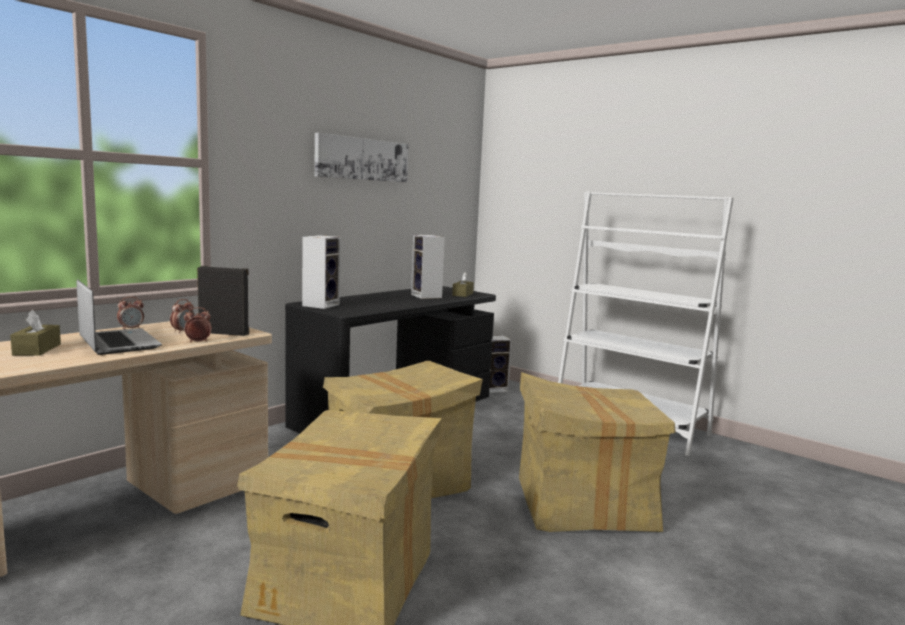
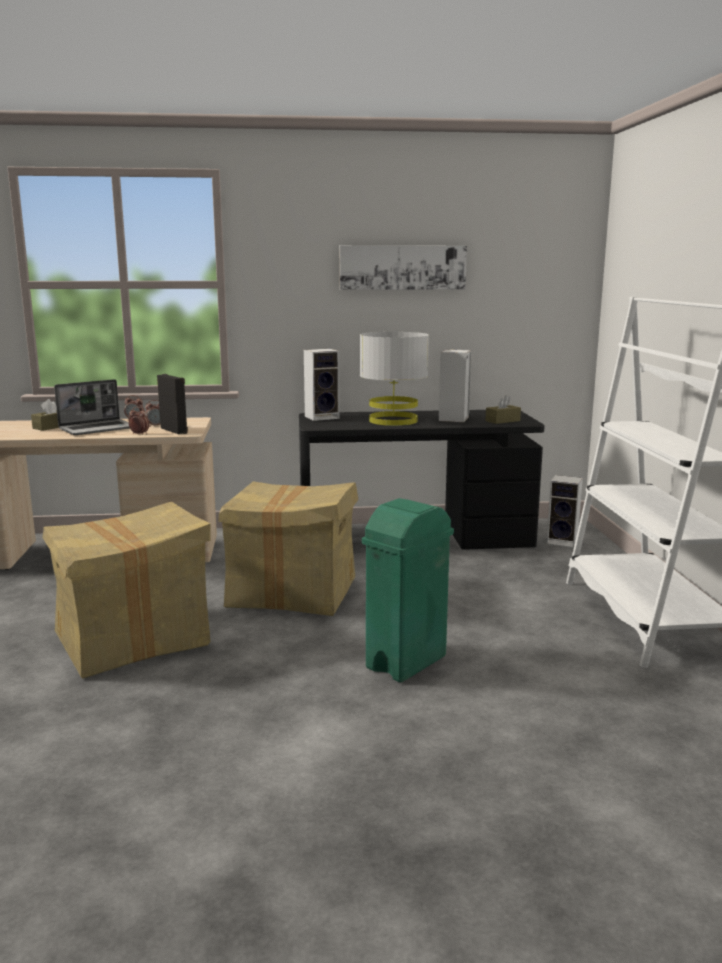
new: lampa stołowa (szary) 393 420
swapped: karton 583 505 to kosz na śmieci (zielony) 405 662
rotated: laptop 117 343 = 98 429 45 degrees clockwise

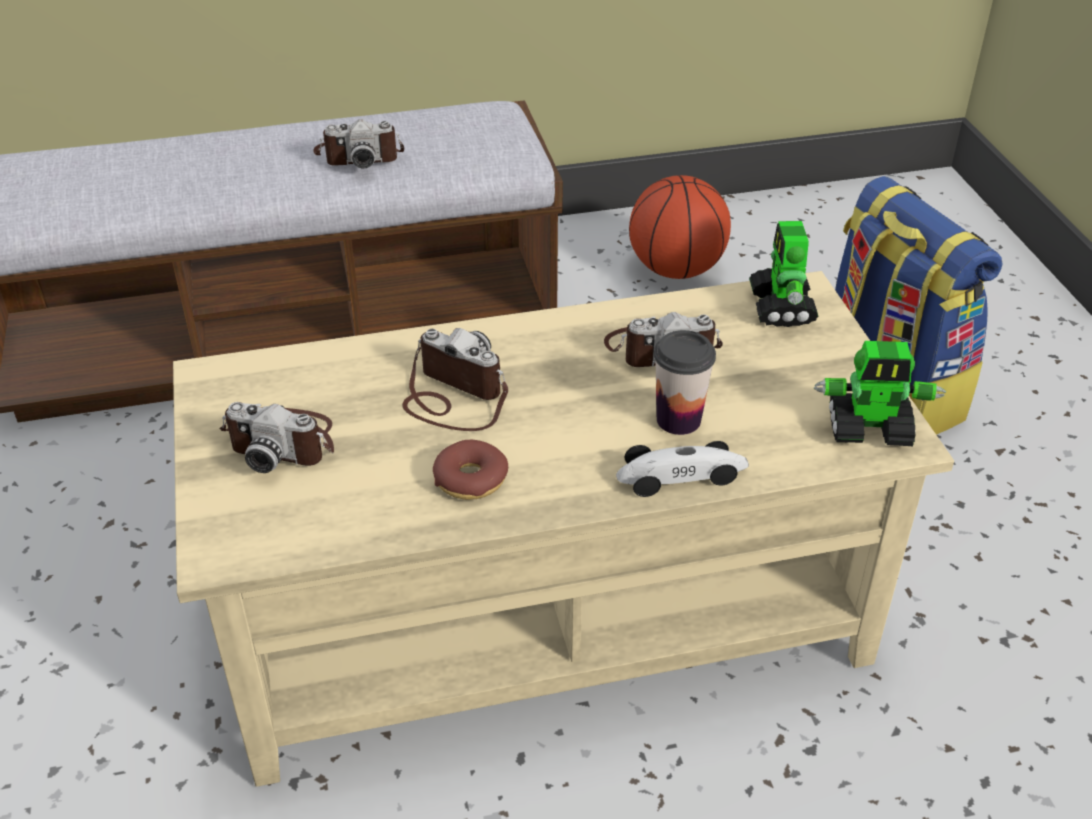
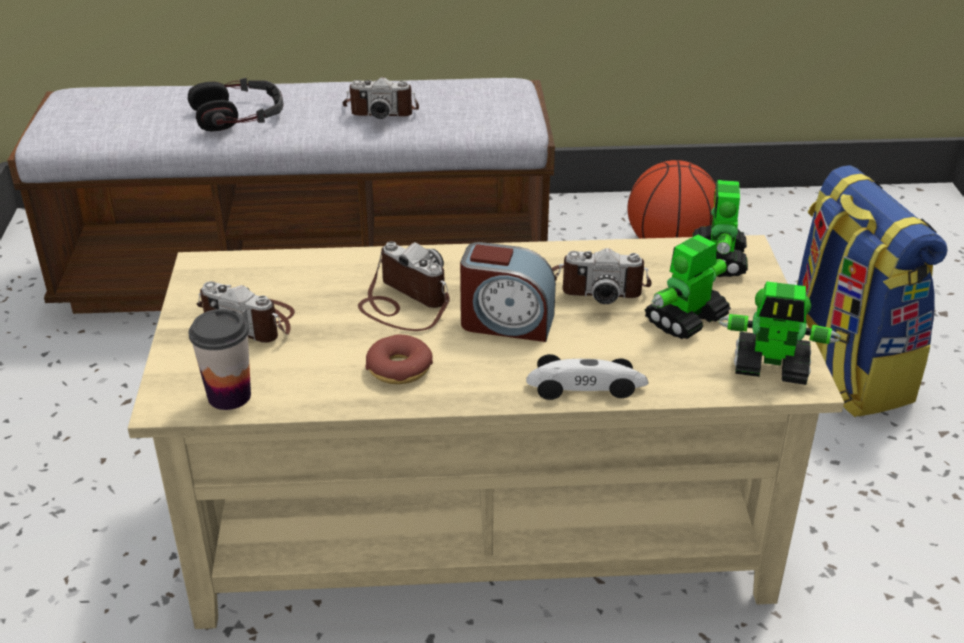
new: słuchawki 238 115; budzik 506 323; robot zabawkowy 685 320
shifted: filiżanka 678 420 to 229 396

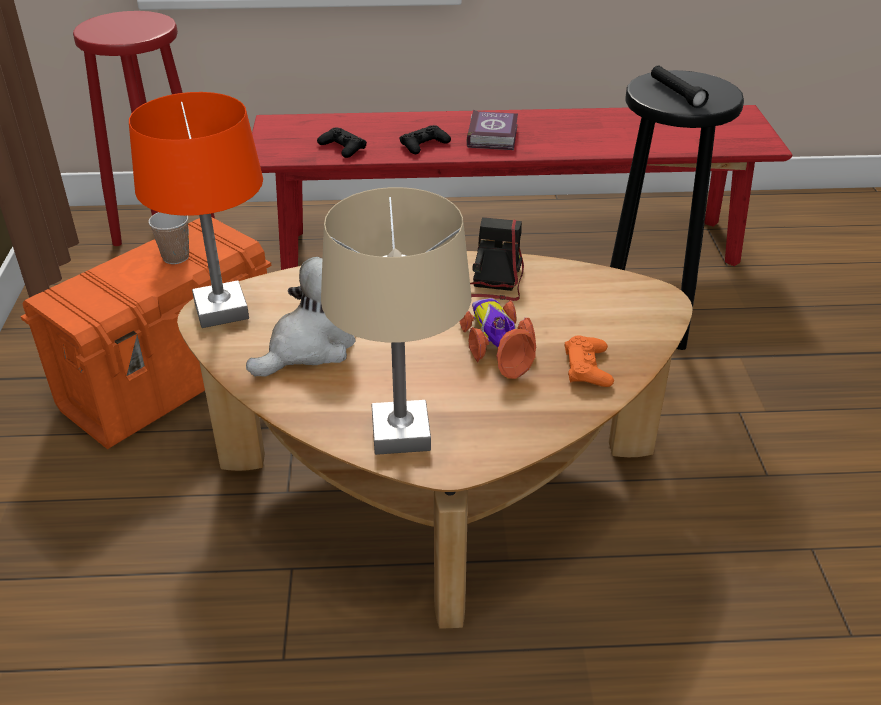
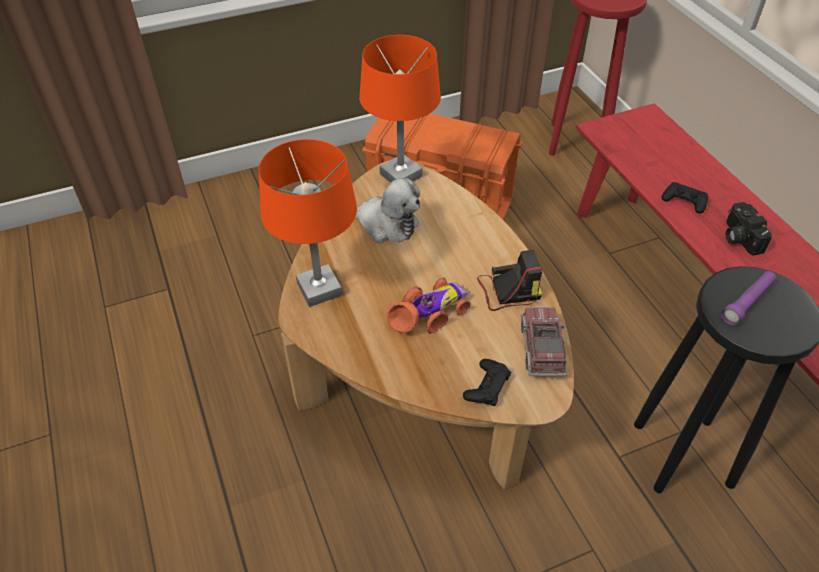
gone: filiżanka 176 257; pad do gier (pomarańczowy) 587 367
new: ciężarówka zabawkowa 542 349
shifted: pad do gier (czarny) 342 147 to 487 386
swapped: książka 494 135 to aparat fotograficzny 738 237
repainted: lampa stołowa (beżowy) 400 434 to lampa stołowa (pomarańczowy) 319 289; latarka (czarny) 676 94 to latarka (fioletowy) 747 302

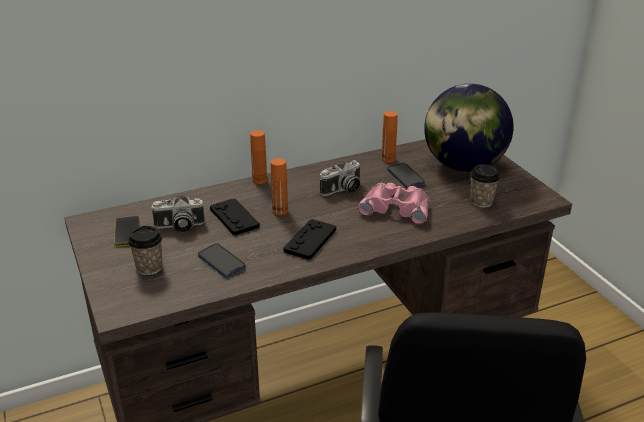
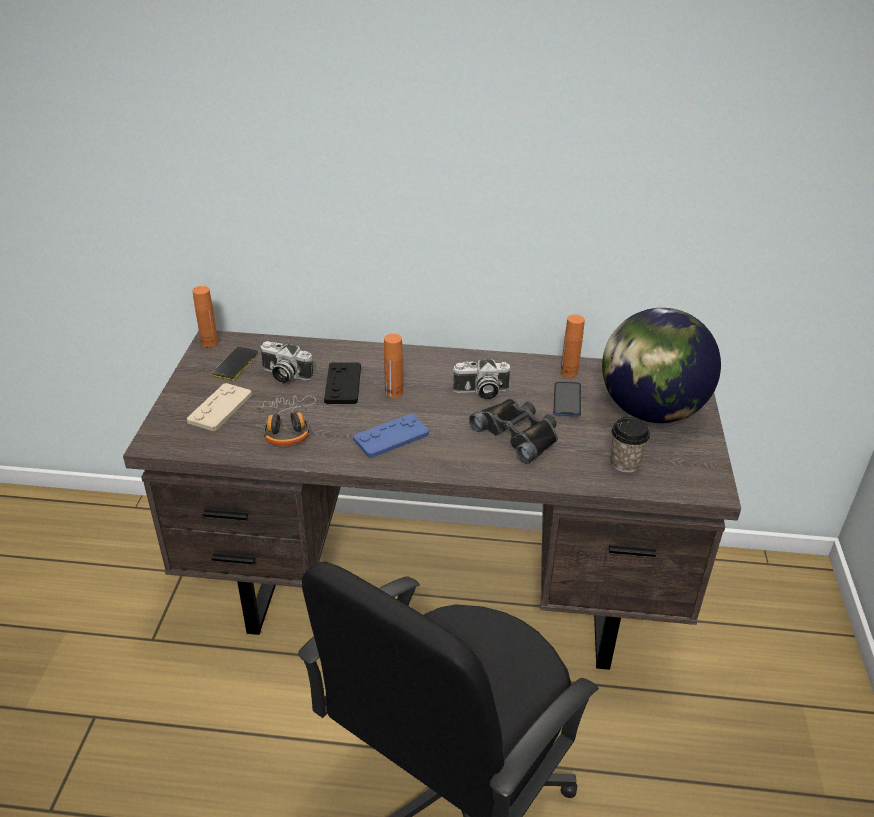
shifted: butelka (pomarańczowy) 259 180 to 209 342
swapped: filiżanka 149 267 to pad do gier (beżowy) 220 408; telefon 221 261 to słuchawki 286 427
repainted: pad do gier (czarny) 310 240 to pad do gier (niebieski) 391 437; lornetka (różowy) 396 207 to lornetka (czarny) 518 434

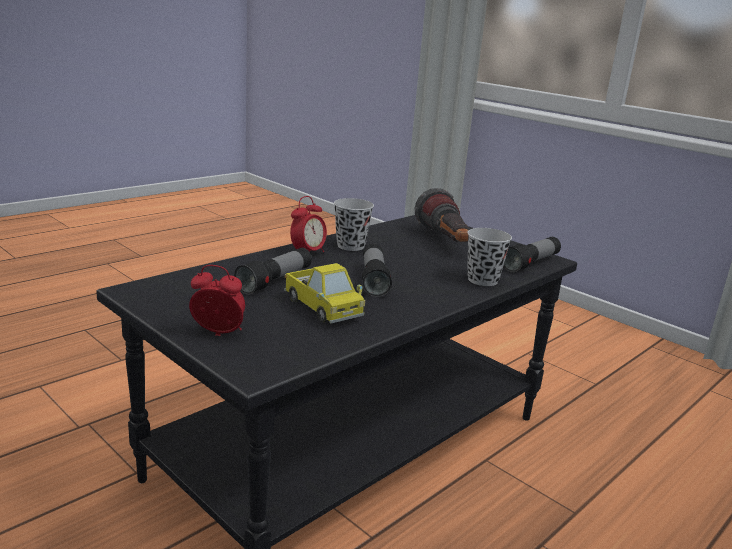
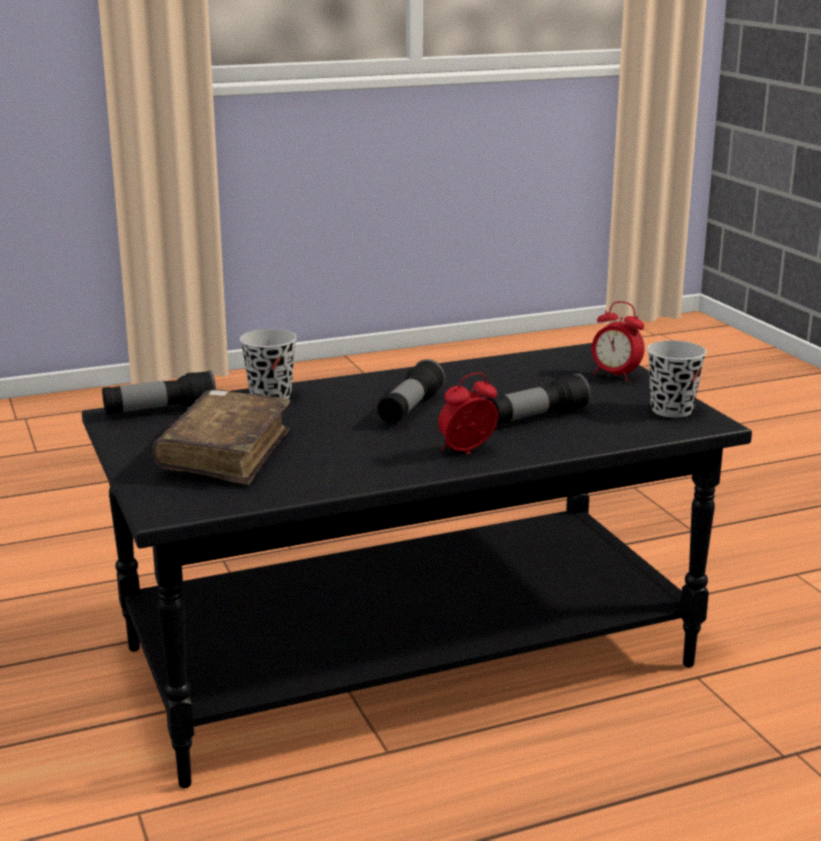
gone: ciężarówka zabawkowa 322 308
shifted: filiżanka (czarny) 350 246 to 671 410
swapped: latarka 444 242 to książka (brązowy) 226 453

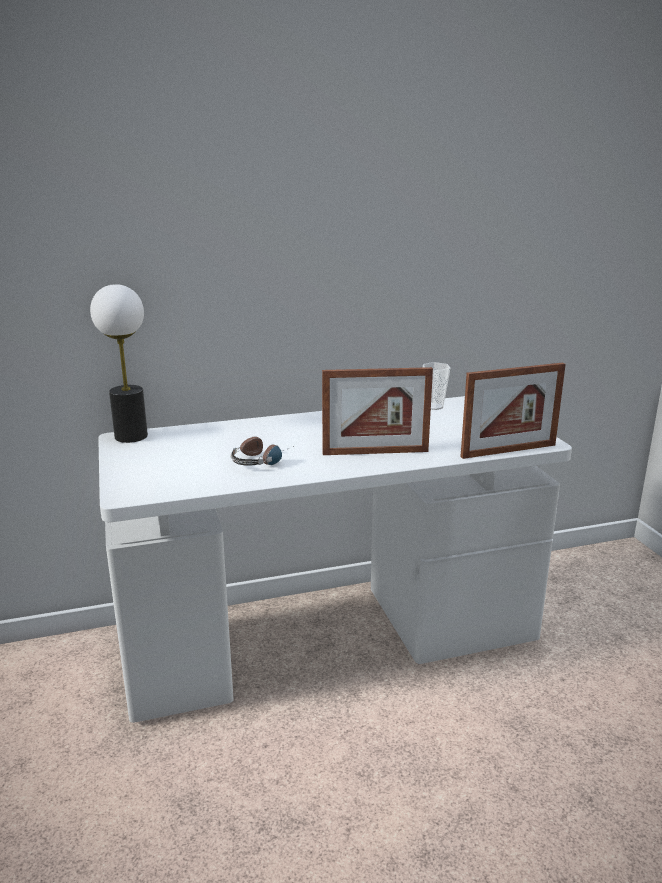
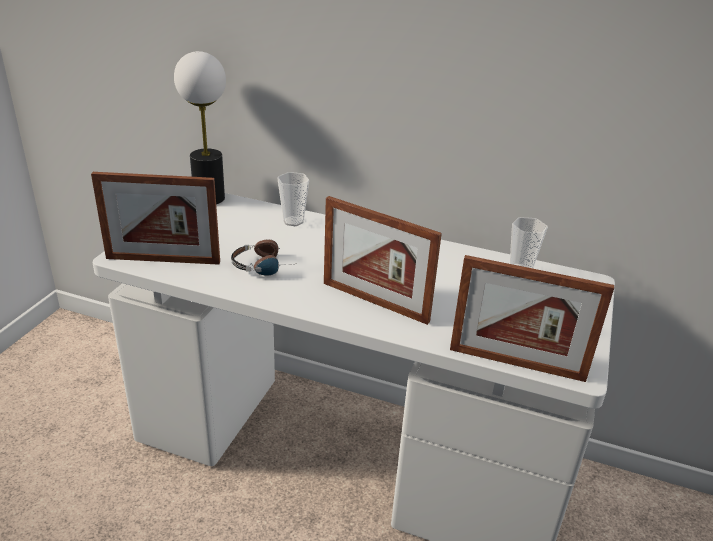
new: ramka na zdjęcie 163 260; filiżanka 293 221

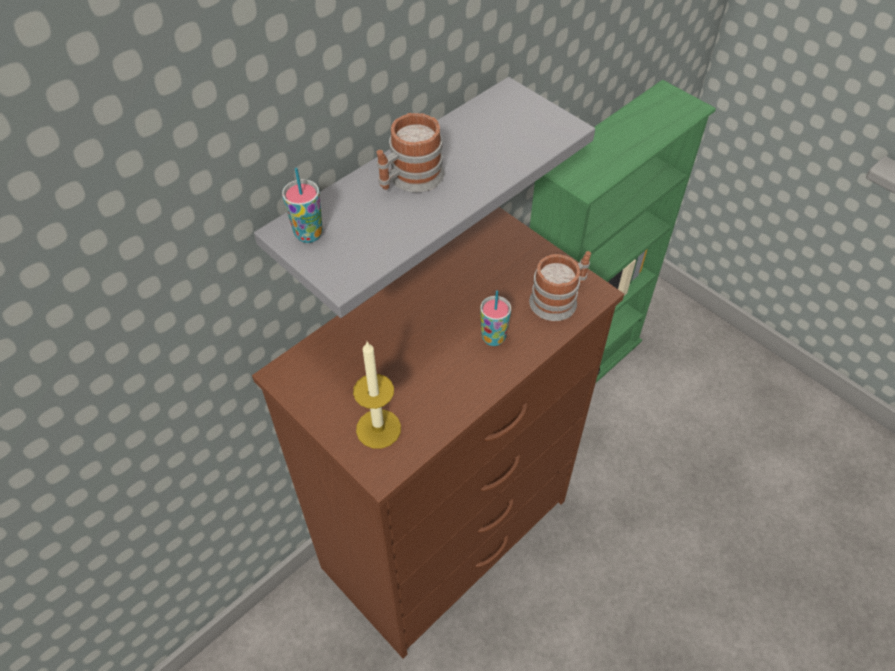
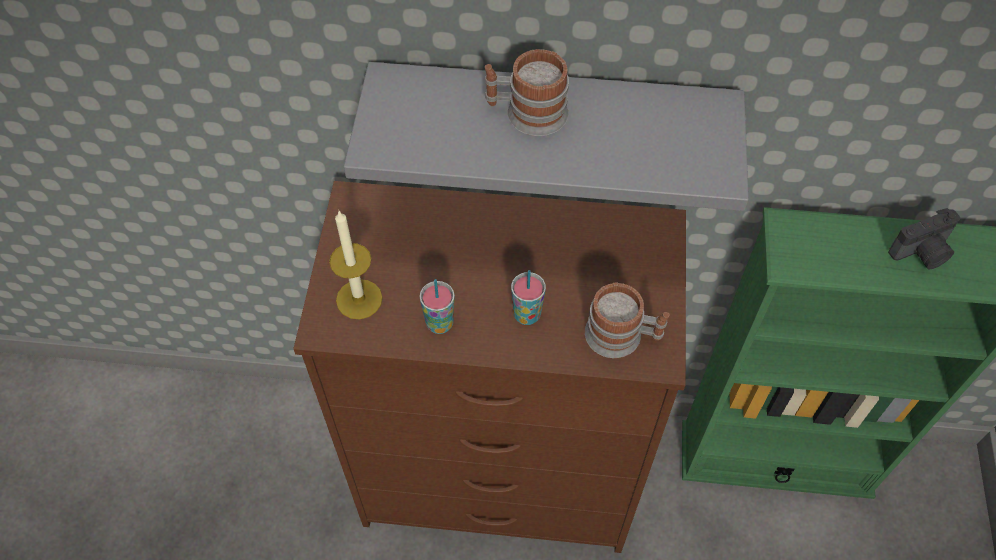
new: aparat fotograficzny 922 253
shifted: filiżanka 308 234 to 439 324

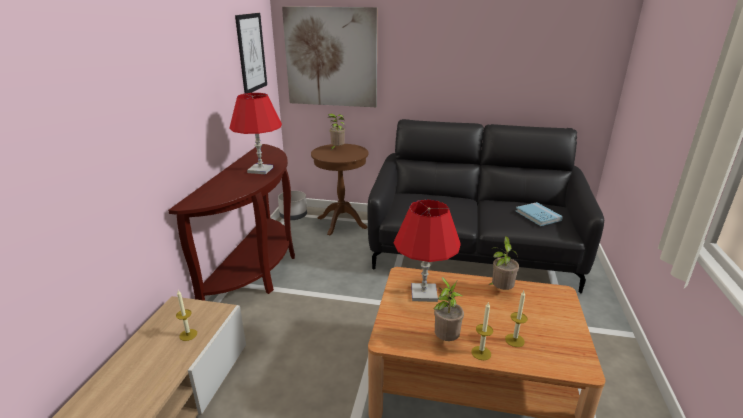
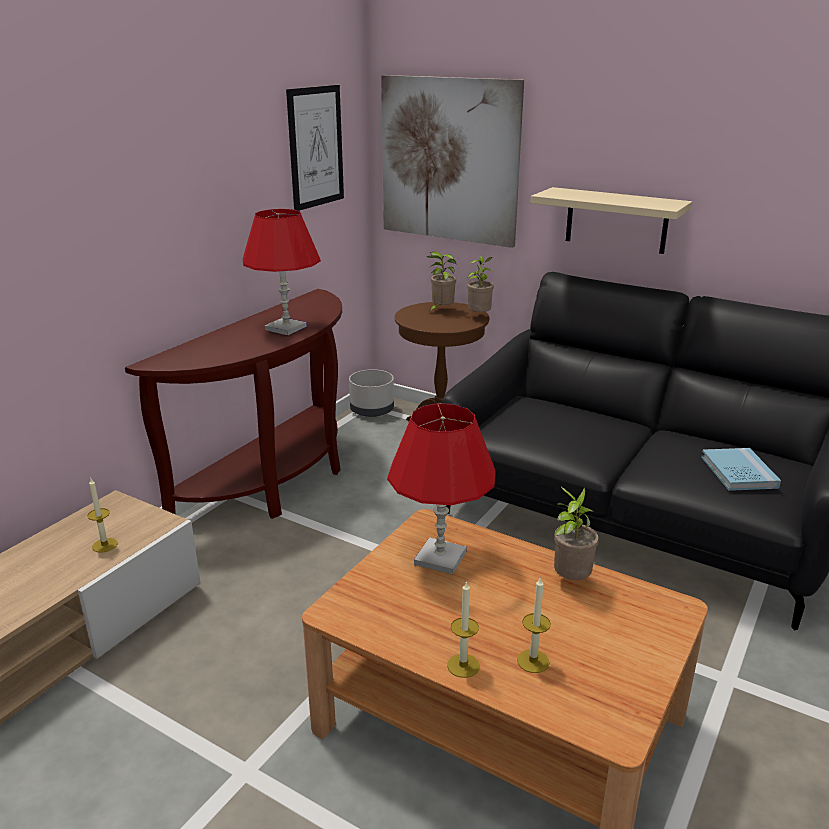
new: półka (beżowy) 616 220
shifted: roślina doniczkowa 445 339 to 479 317

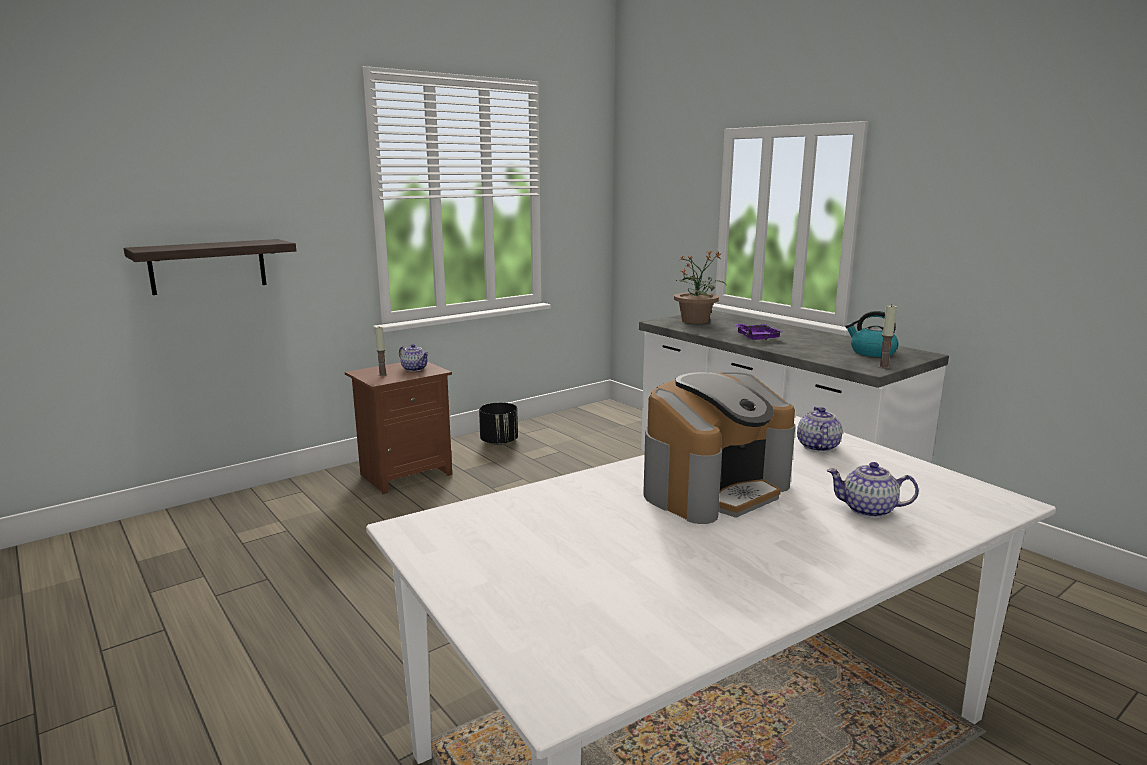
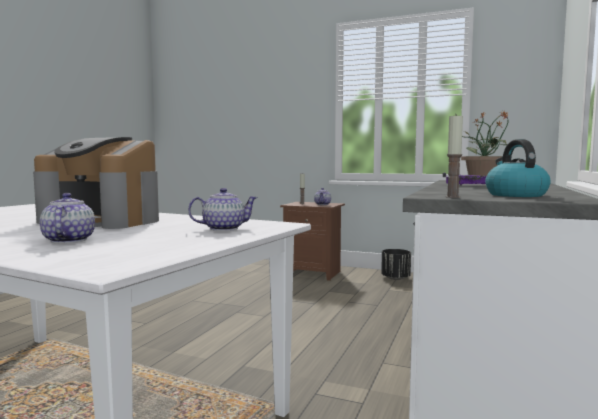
gone: półka 208 266

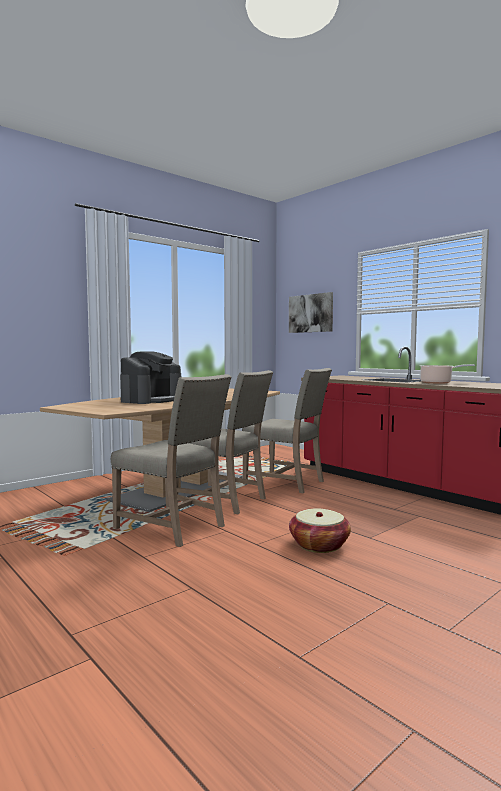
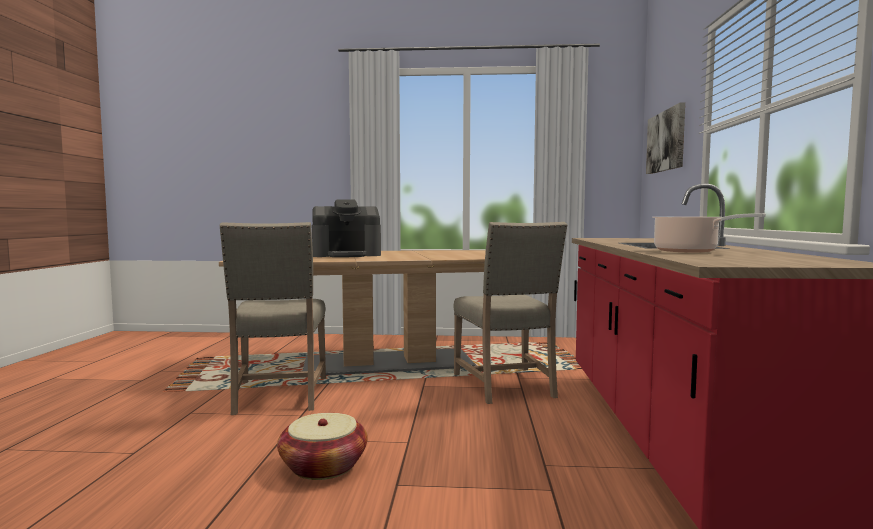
gone: krzesło (beżowy) 223 500

